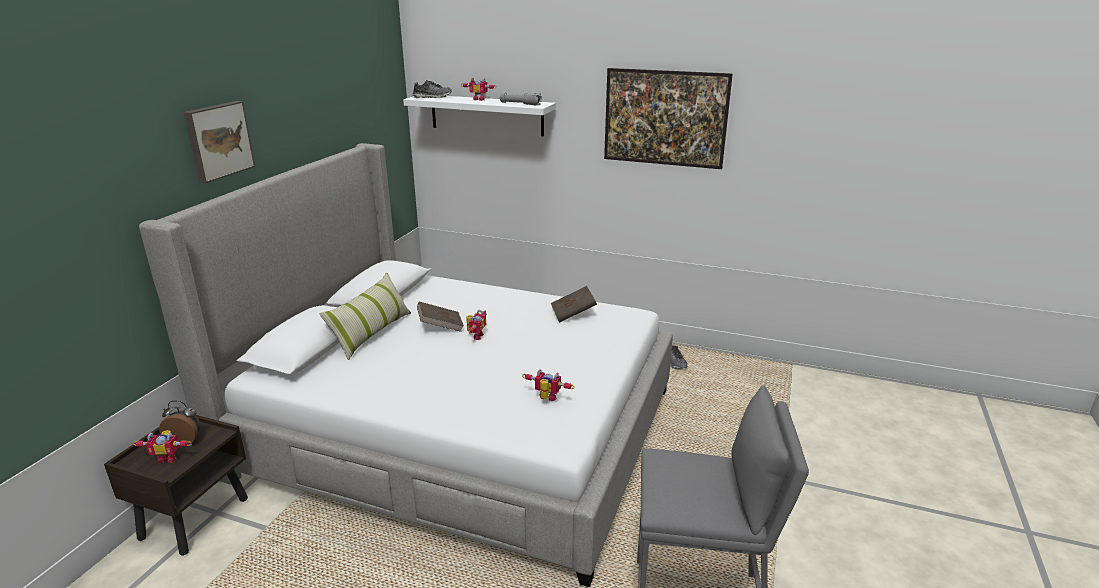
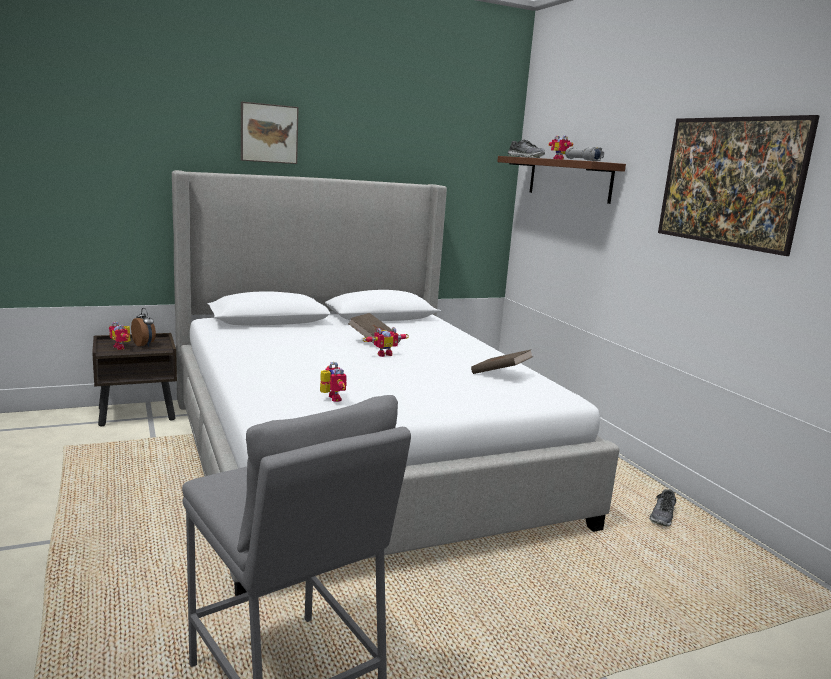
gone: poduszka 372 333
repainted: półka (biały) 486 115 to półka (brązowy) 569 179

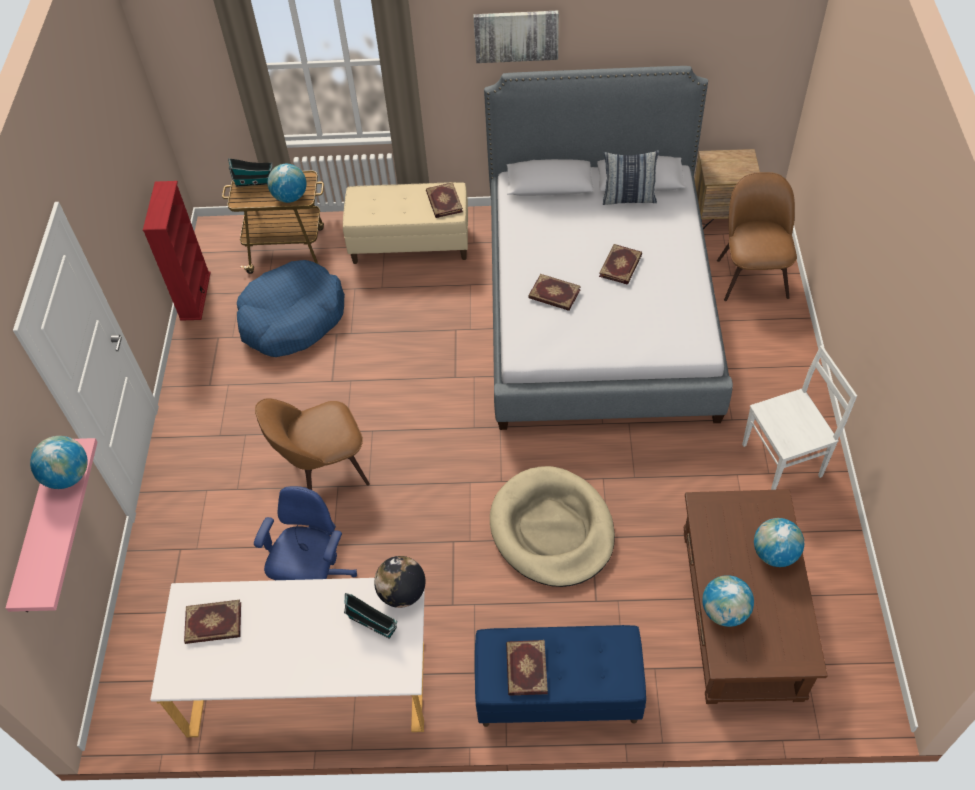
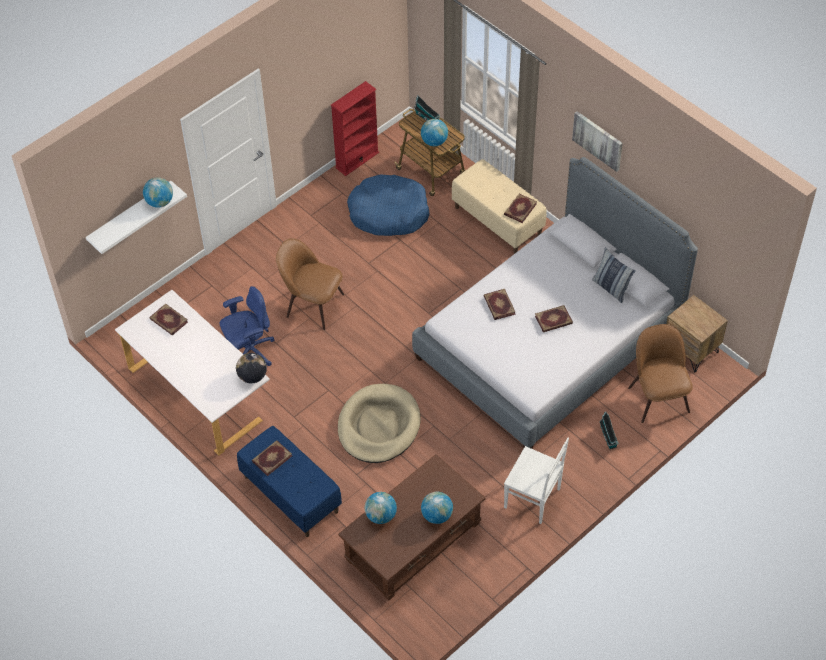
shifted: domek 374 624 to 608 438
repainted: półka (różowy) 37 529 to półka (biały) 130 216
rotated: krzesło (brązowy) 752 276 = 658 397 60 degrees counterclockwise

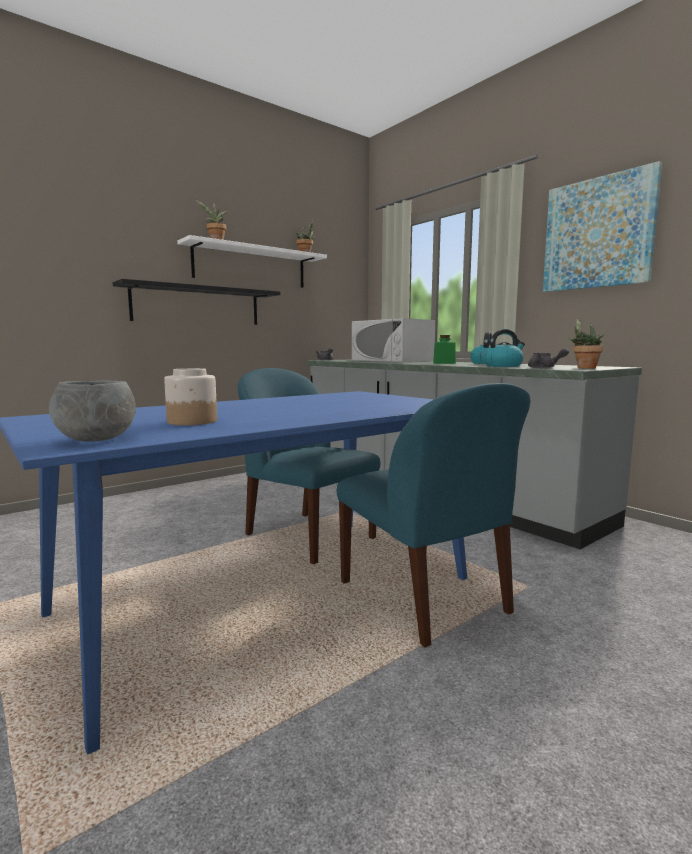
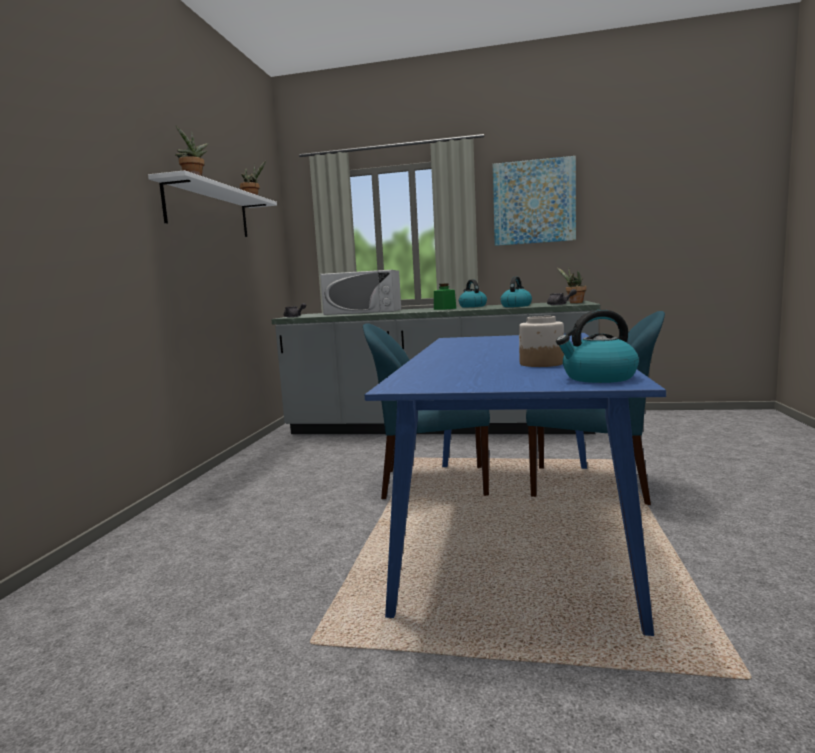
gone: półka (czarny) 197 305
swapped: miska (szary) 96 440 to czajnik 598 378

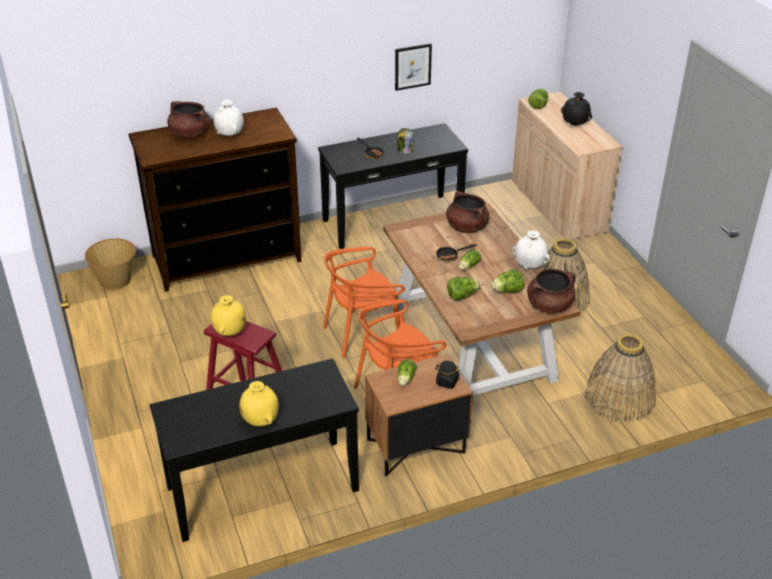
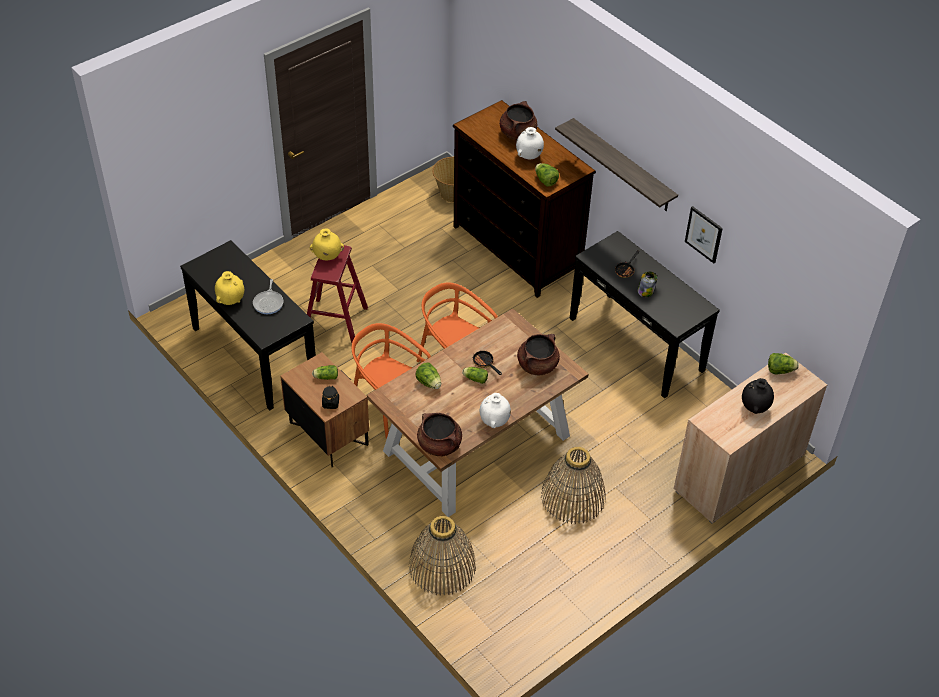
new: patelnia 269 303; półka 623 166
shifted: sałata 507 291 to 545 181

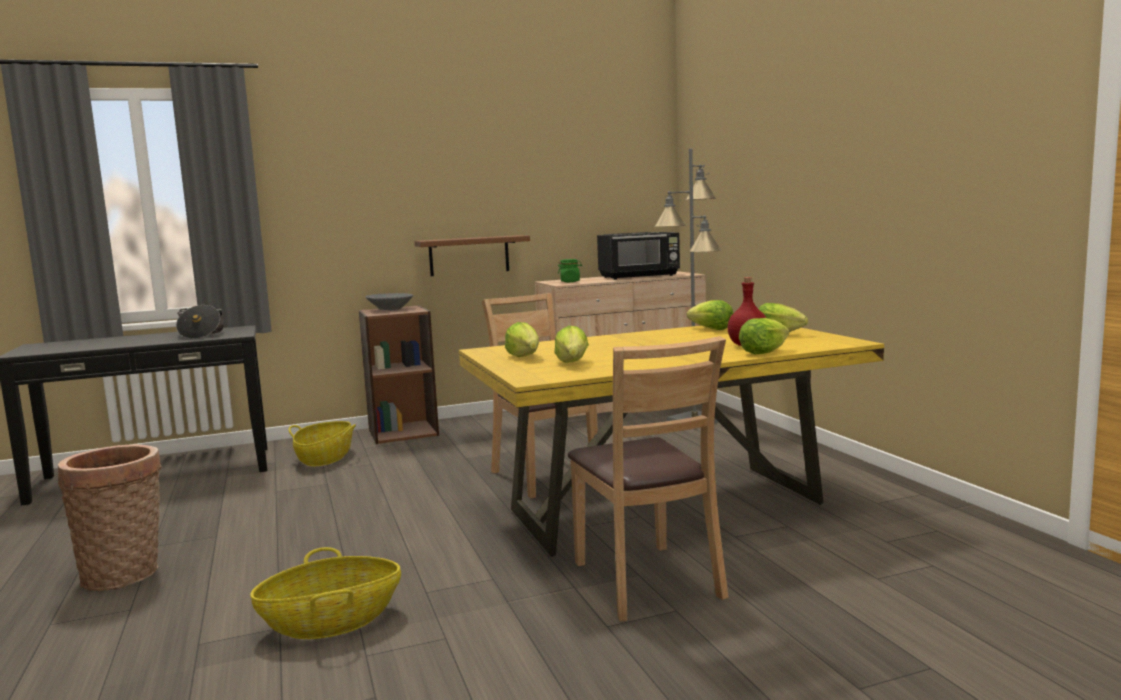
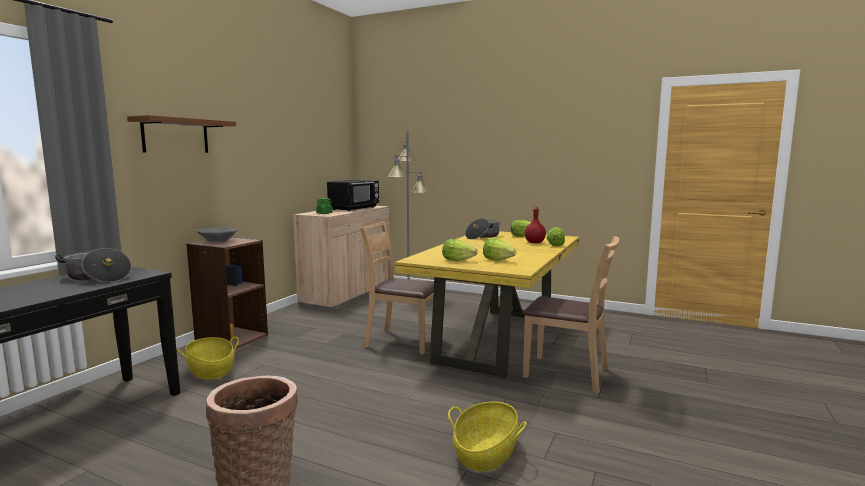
shifted: półka (brązowy) 469 255 to 175 136
swapped: sałata 712 329 to garnek 482 236

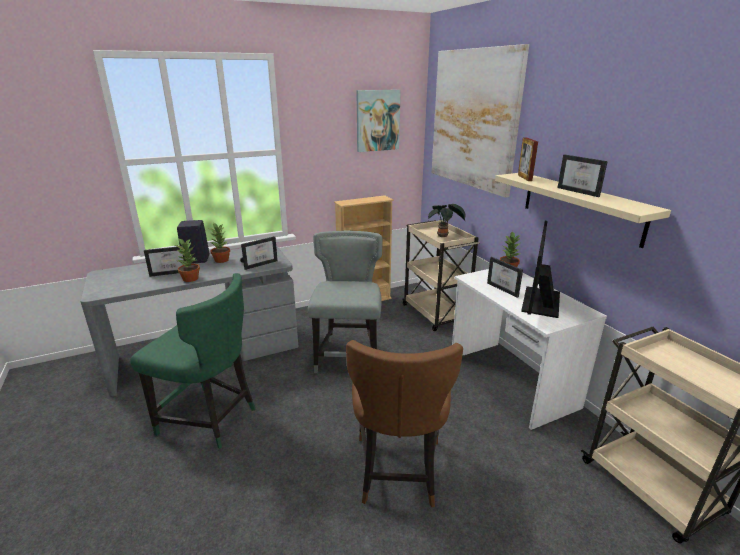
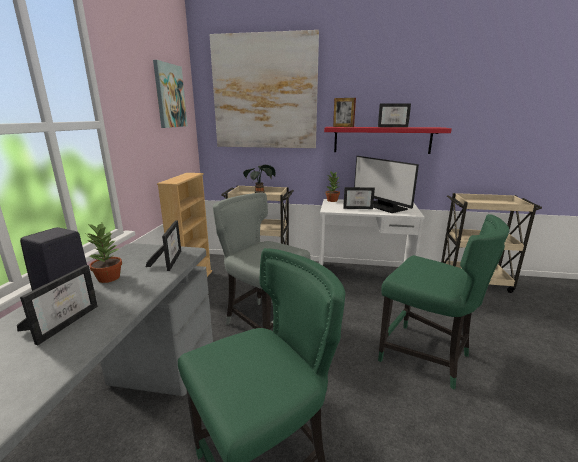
gone: roślina doniczkowa 190 278
repainted: półka (beżowy) 580 207 to półka (czerwony) 382 140; krzesło (brązowy) 397 471 to krzesło (zielony) 426 357

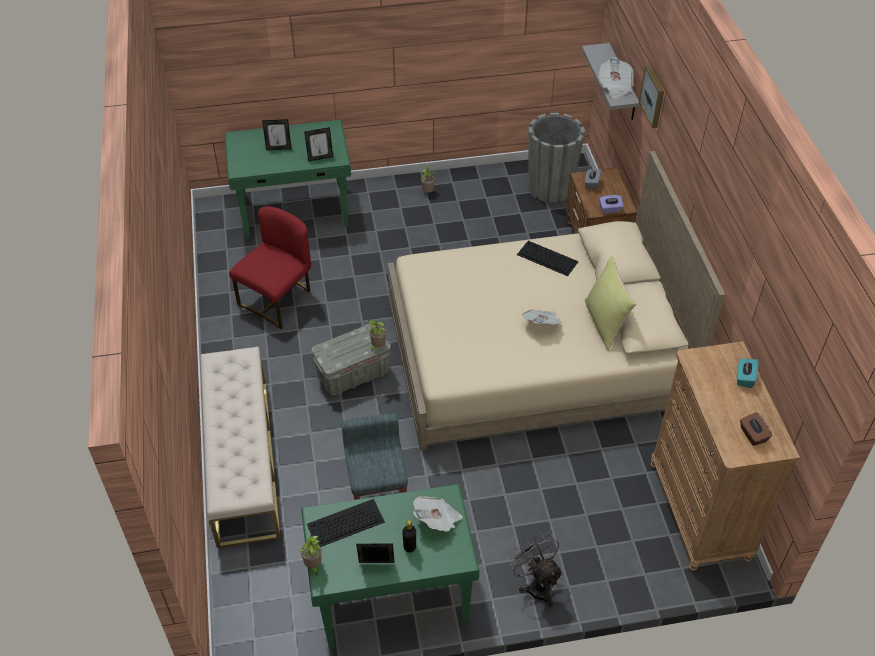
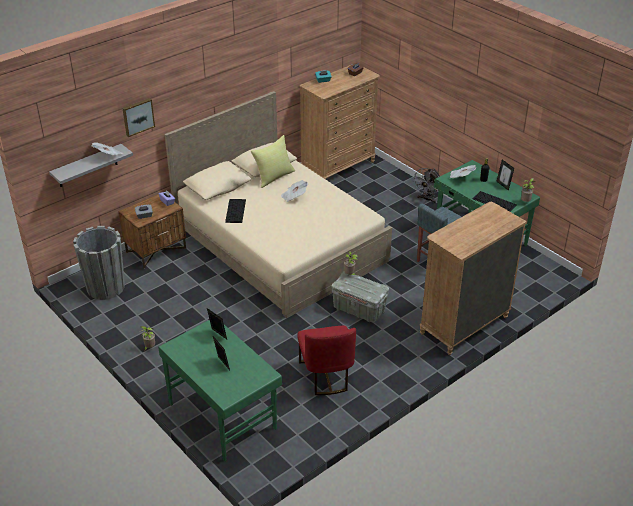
swapped: ławka (beżowy) 242 460 to komoda (brązowy) 464 326
rotated: krzesło (czerwony) 278 299 = 326 376 105 degrees counterclockwise

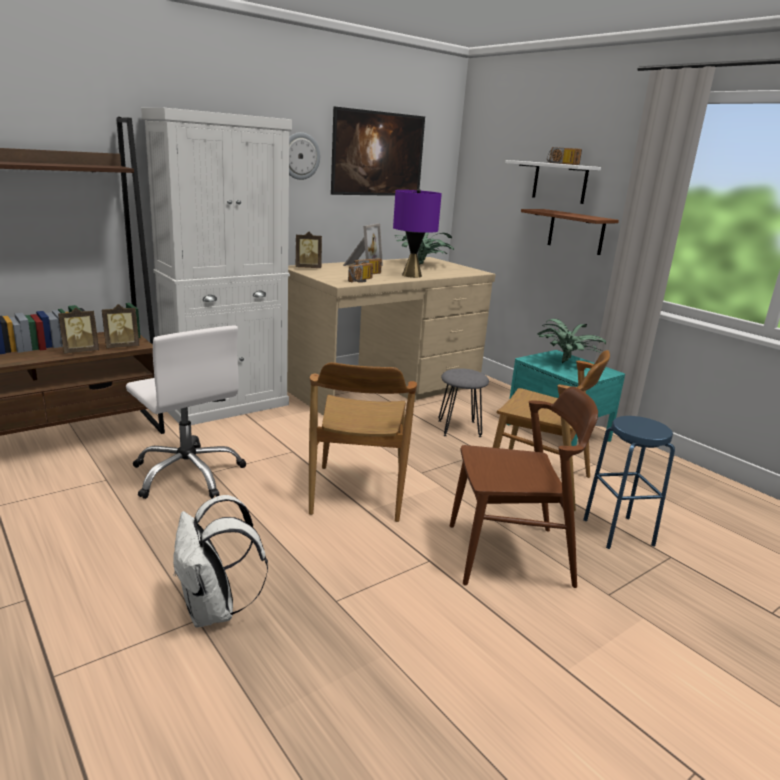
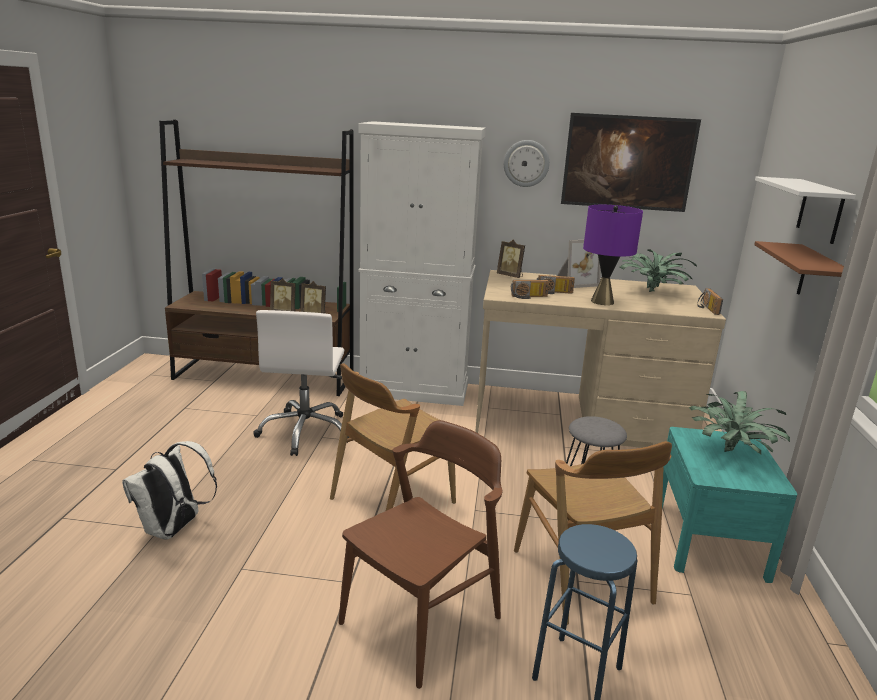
shifted: radio 561 163 to 706 308
rotated: krzesło (brązowy) 510 555 = 421 621 90 degrees counterclockwise

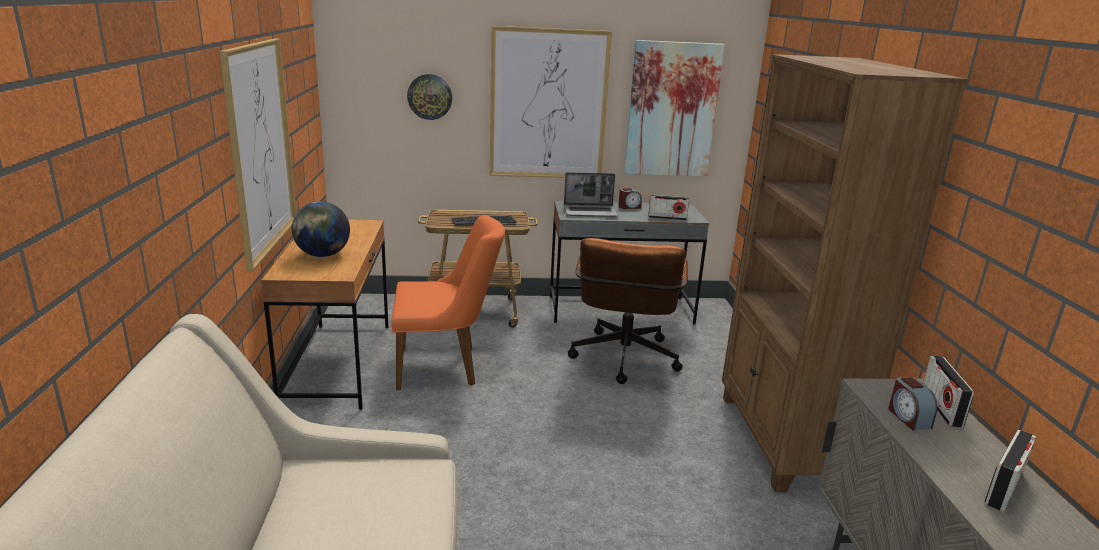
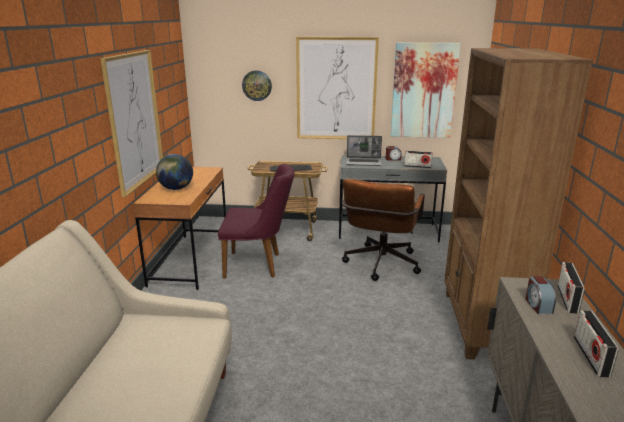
repainted: krzesło (pomarańczowy) 446 367 to krzesło (fioletowy) 258 265
rotated: radio 1004 488 = 591 356 135 degrees clockwise

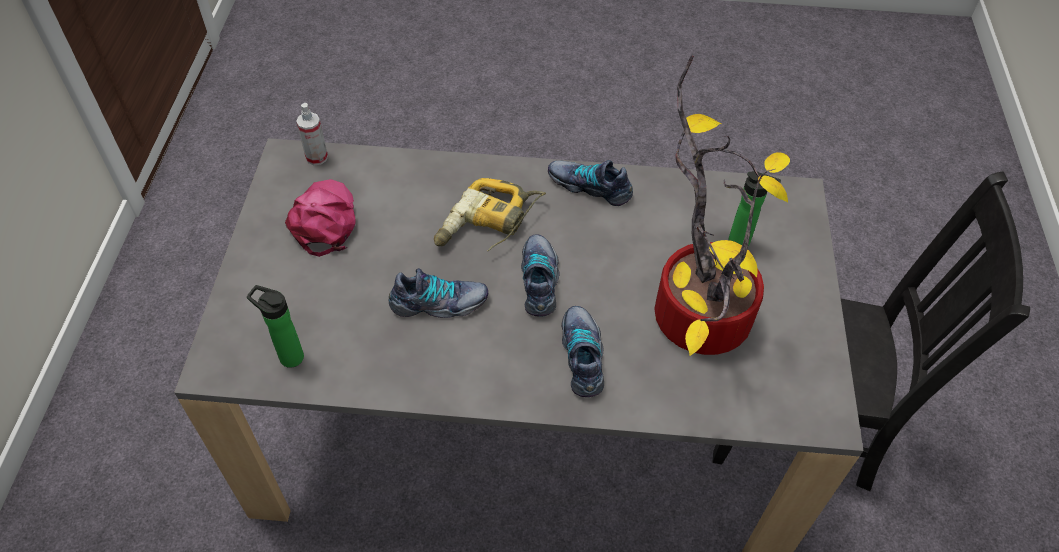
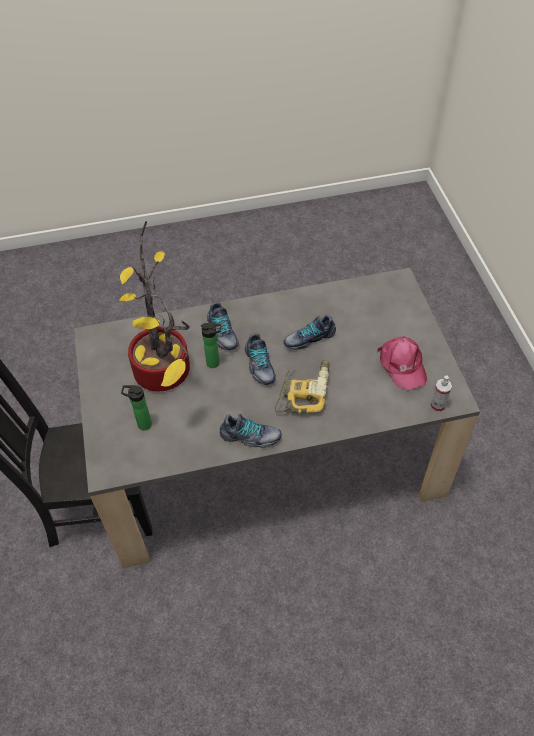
shifted: butelka 288 356 to 215 363

